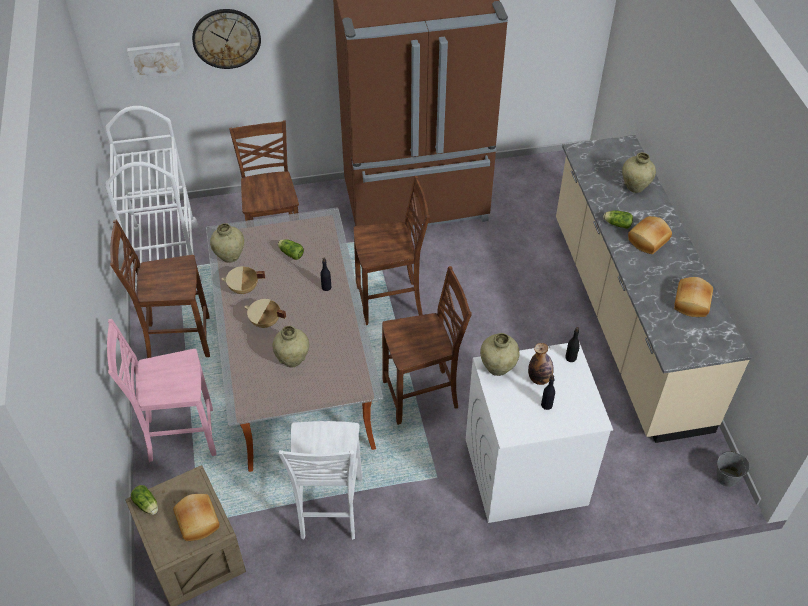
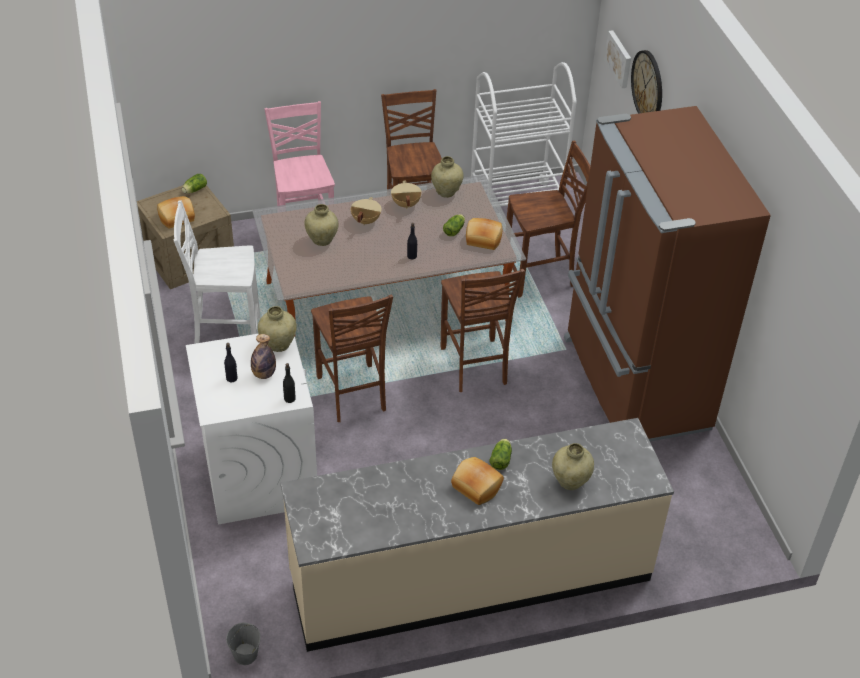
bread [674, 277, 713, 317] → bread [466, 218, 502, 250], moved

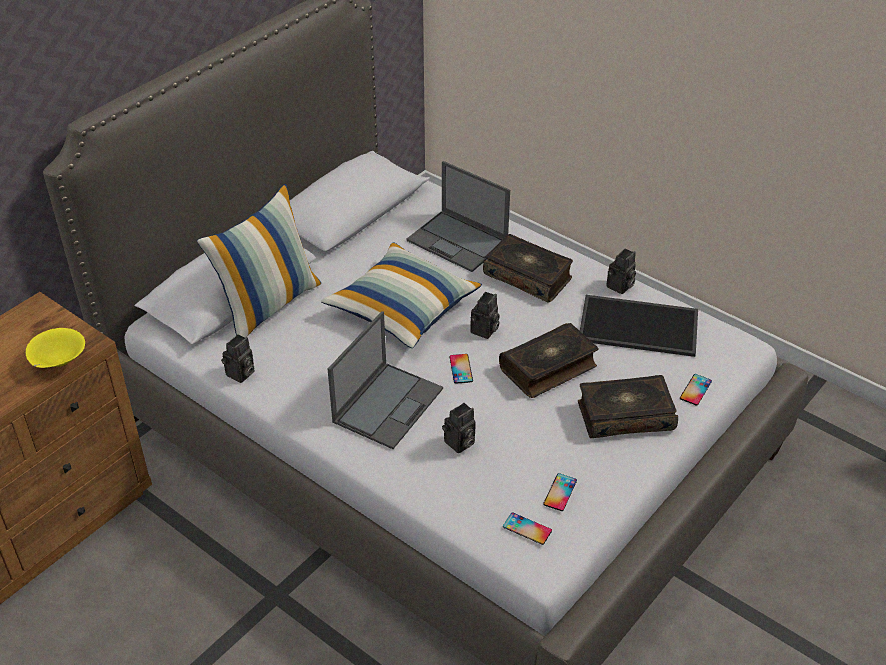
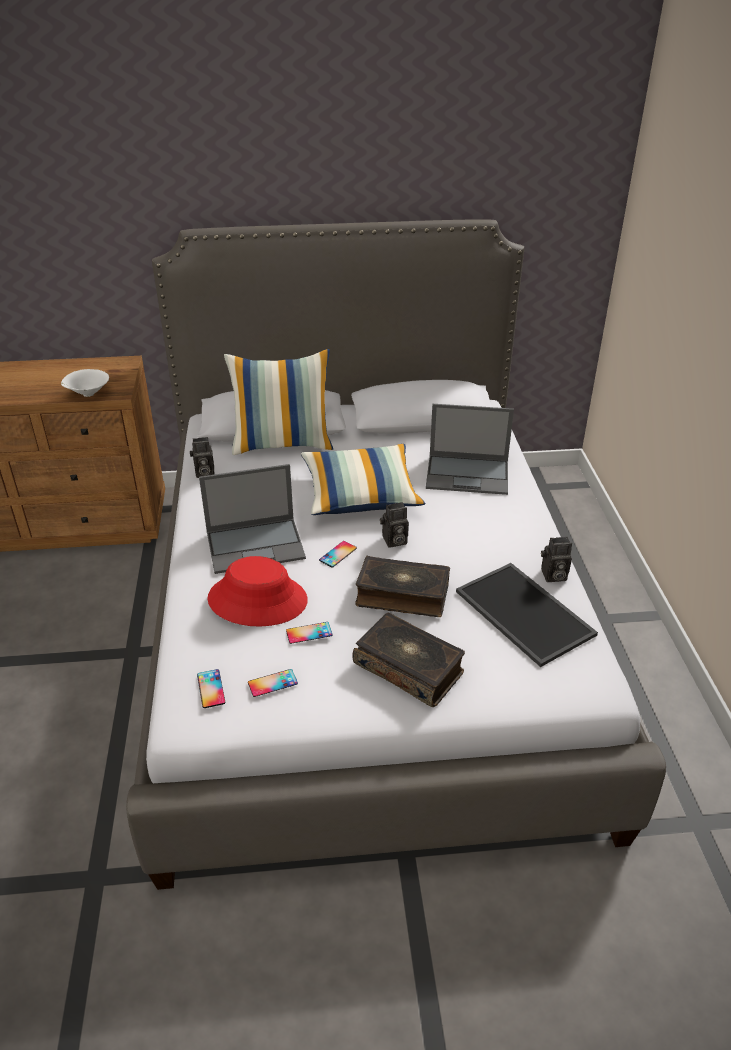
laptop [406, 161, 510, 272] → laptop [426, 404, 514, 495], 75 degrees counterclockwise
book [483, 234, 573, 303] → -
yellow_bowl [26, 328, 85, 368] → white_bowl [61, 369, 109, 397]
phone [680, 374, 712, 406] → phone [286, 622, 332, 644], moved
photo_camera [442, 403, 476, 453] → red_hat [208, 556, 308, 627]

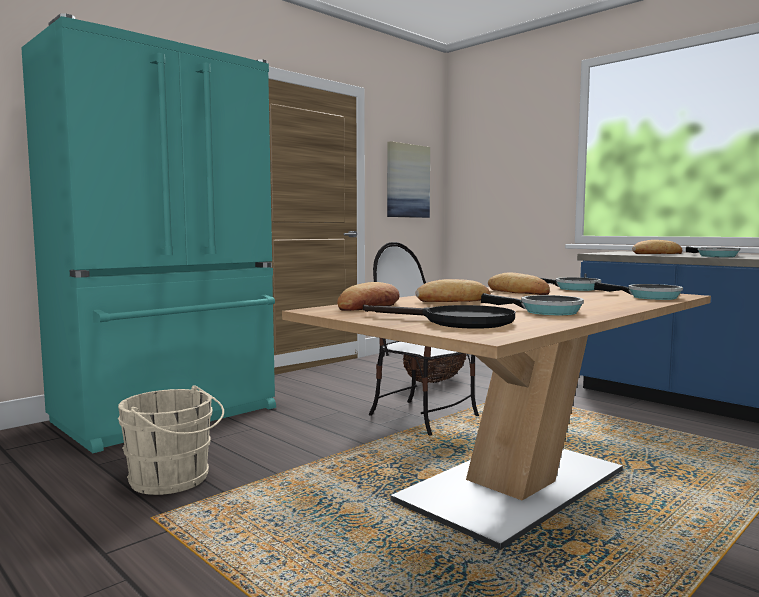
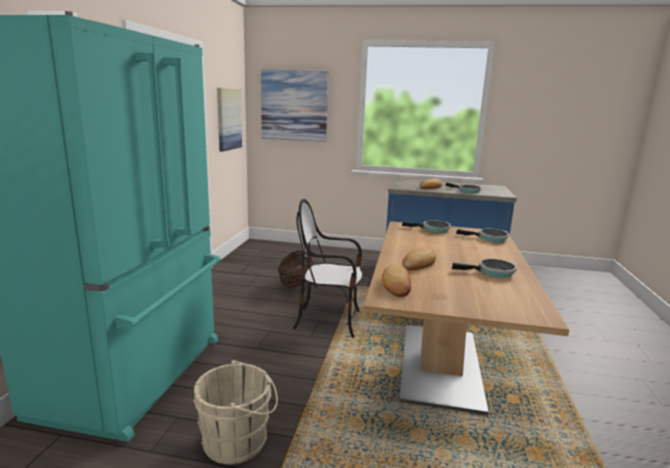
bread [488, 273, 550, 295] → -
black_frying_pan [363, 305, 515, 329] → -
- → picture [261, 69, 328, 142]

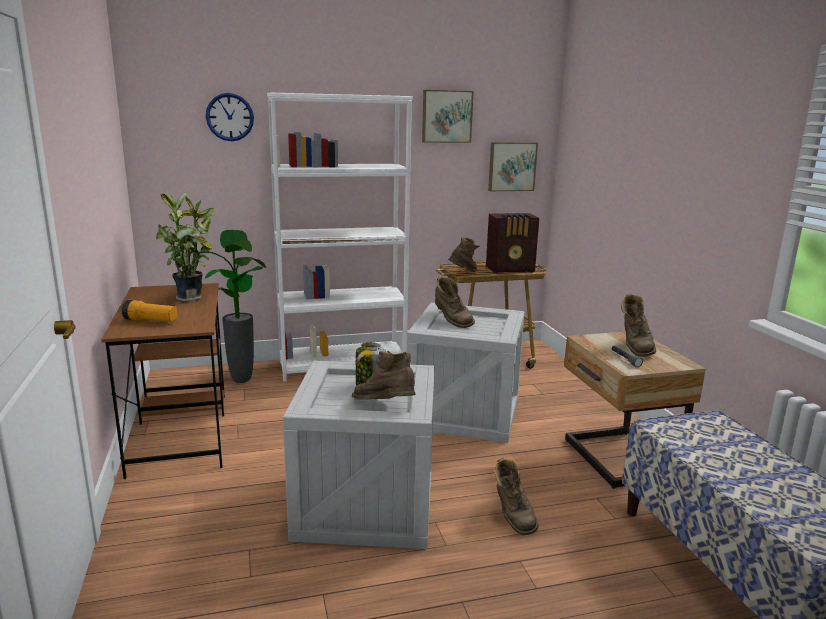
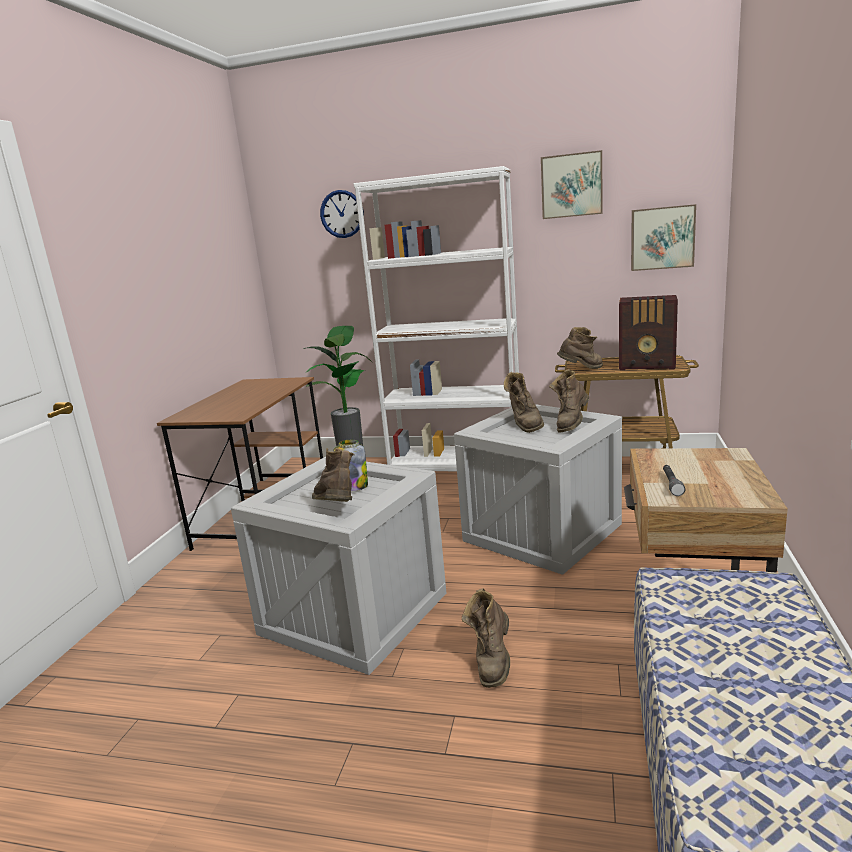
potted_plant [156, 191, 215, 301] → -
brown_boot [621, 294, 656, 357] → brown_boot [549, 369, 589, 433], moved
flashlight [122, 300, 178, 322] → -

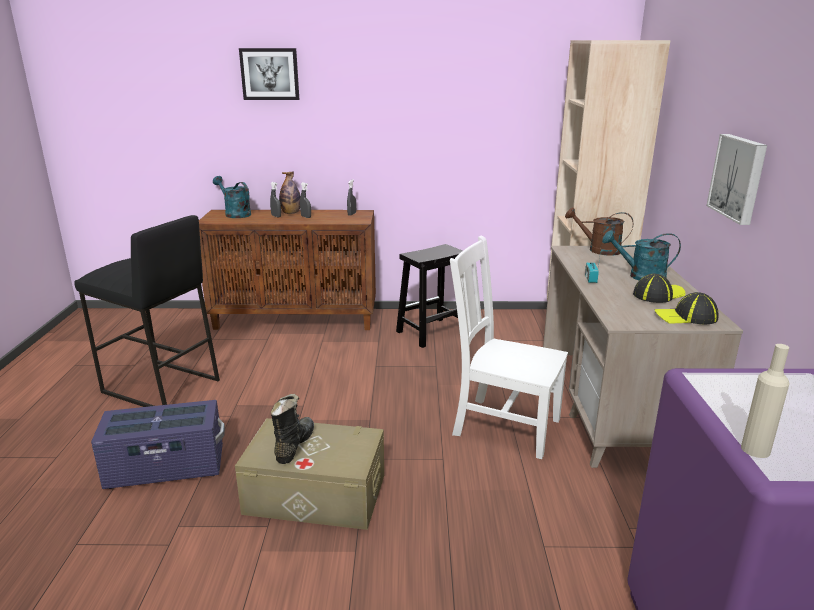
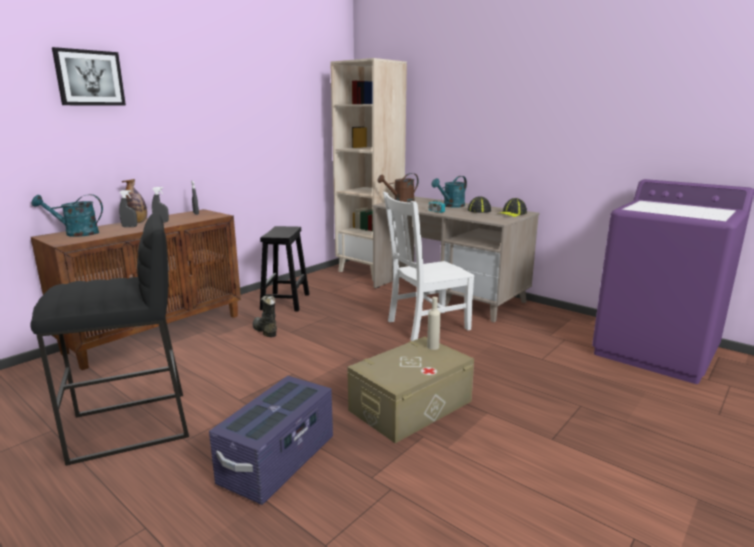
picture [706, 134, 767, 225] → -
beige_bottle [741, 344, 789, 458] → beige_bottle [427, 297, 441, 350], moved
black_boot [271, 394, 314, 464] → black_boot [253, 296, 277, 337], moved

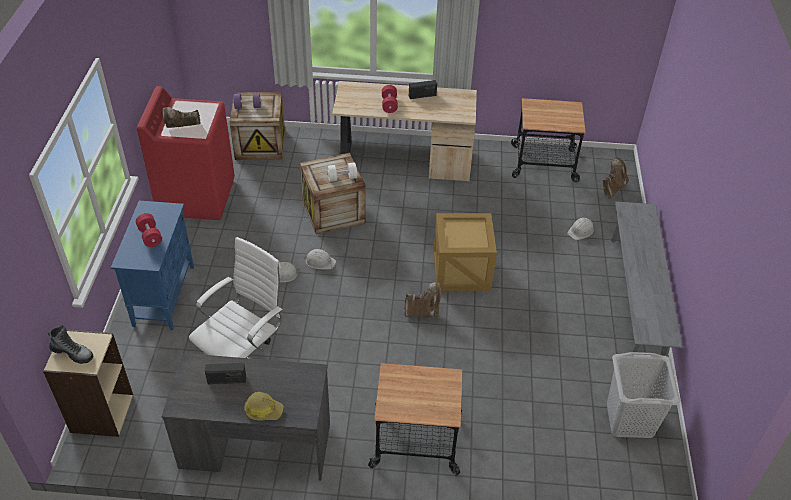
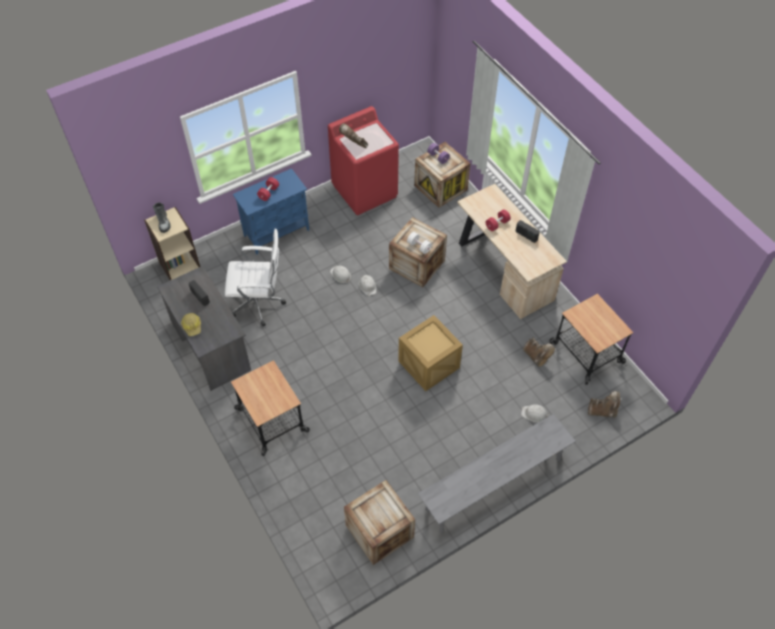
brown_boot [404, 282, 441, 317] → brown_boot [523, 337, 555, 367], moved
grey_laundry_basket [607, 352, 680, 438] → crate [344, 480, 415, 565]

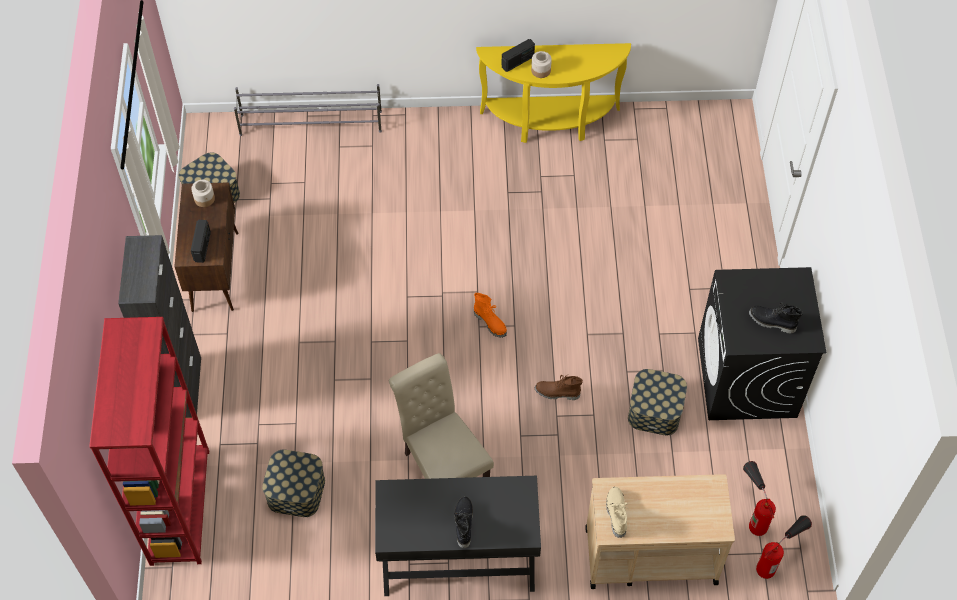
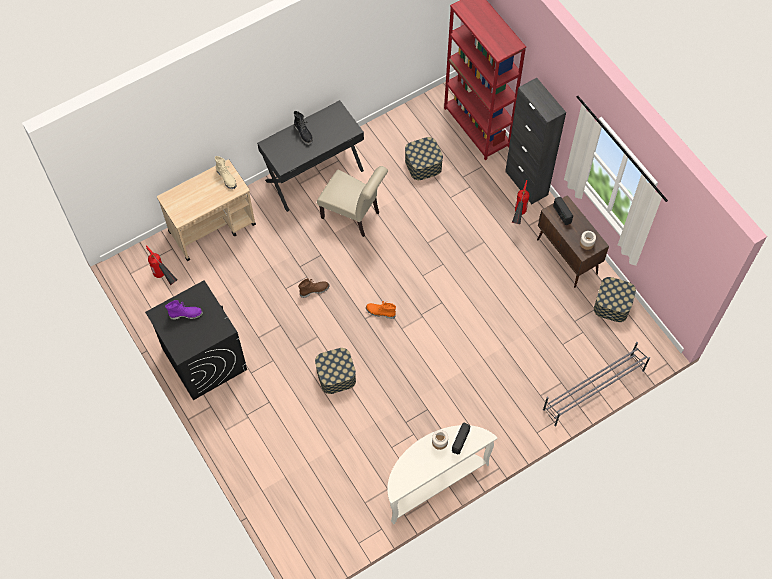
yellow_console_table [476, 43, 631, 143] → white_console_table [387, 425, 498, 525]
black_boot [749, 302, 803, 334] → purple_boot [165, 300, 203, 320]
storage_box [628, 369, 687, 435] → storage_box [315, 348, 356, 394], moved
fire_extinguisher [756, 515, 812, 579] → fire_extinguisher [512, 180, 529, 225], moved

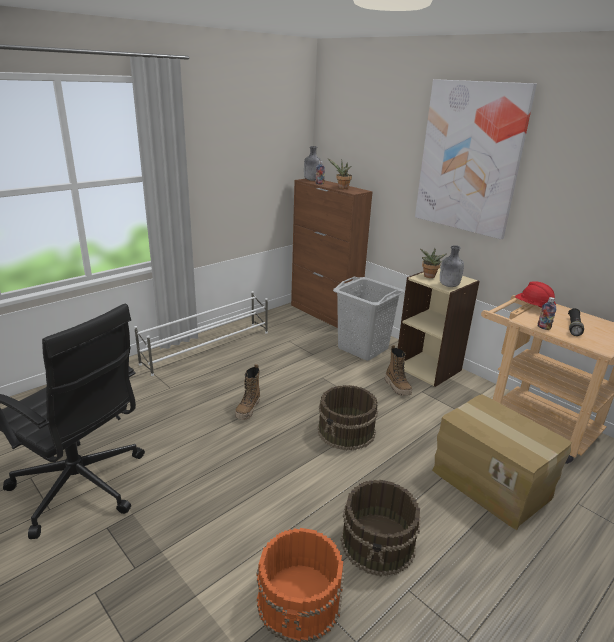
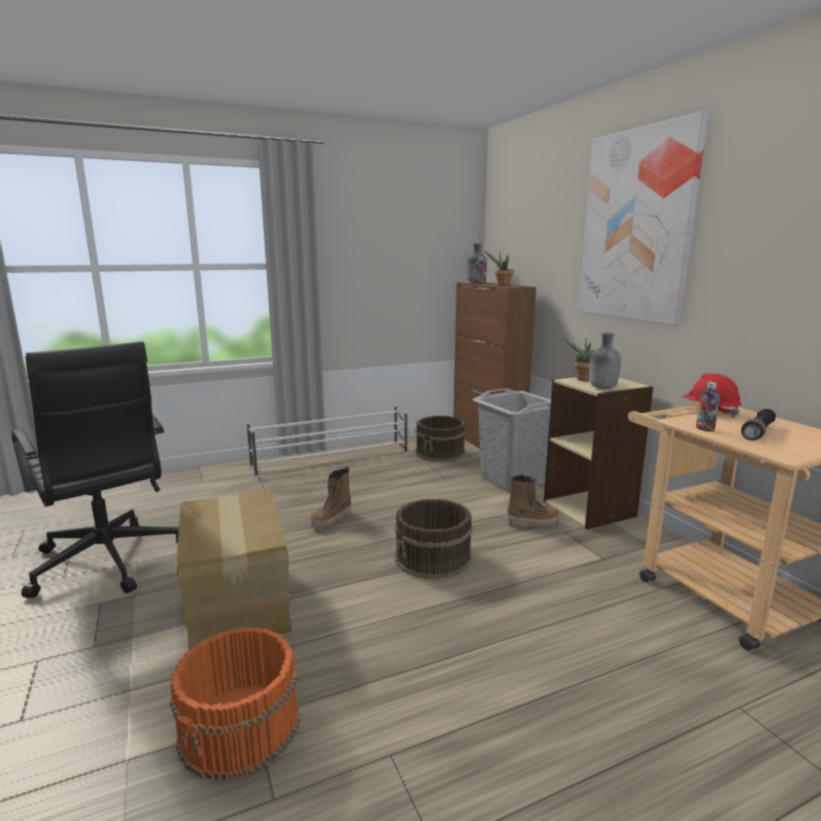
boot [385, 345, 412, 396] → boot [507, 475, 559, 528], 90 degrees counterclockwise
cardboard_box [432, 394, 572, 530] → cardboard_box [177, 490, 292, 650], moved
brown_bucket [341, 480, 421, 577] → brown_bucket [415, 416, 466, 462], moved

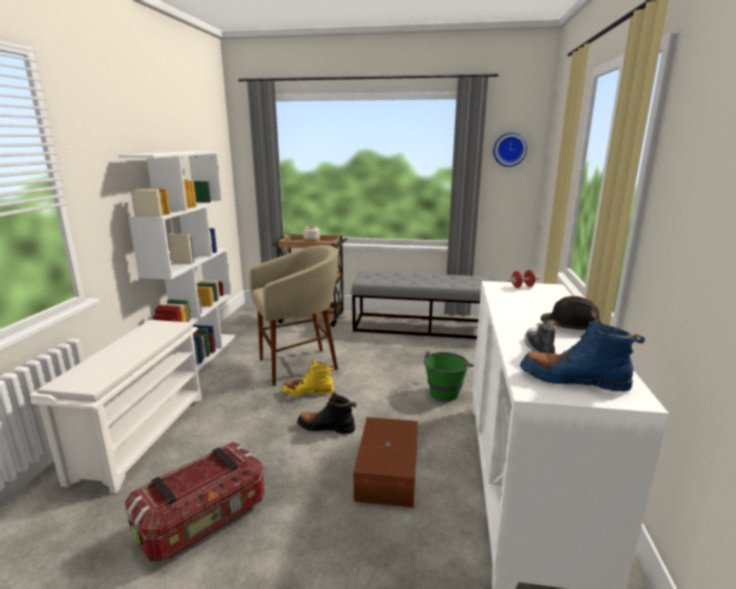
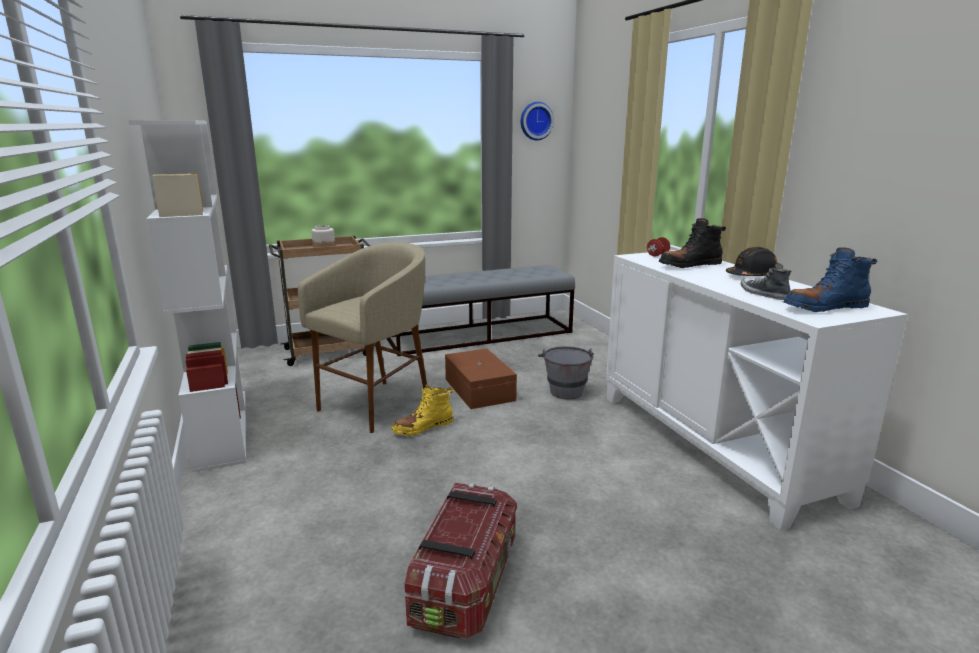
white_shoe_rack [30, 320, 202, 494] → -
green_bucket [424, 351, 474, 401] → grey_bucket [538, 346, 594, 400]
black_boot [297, 392, 357, 434] → black_boot [659, 218, 726, 268], moved
brown_storage_box [353, 417, 418, 507] → brown_storage_box [445, 348, 517, 409], moved

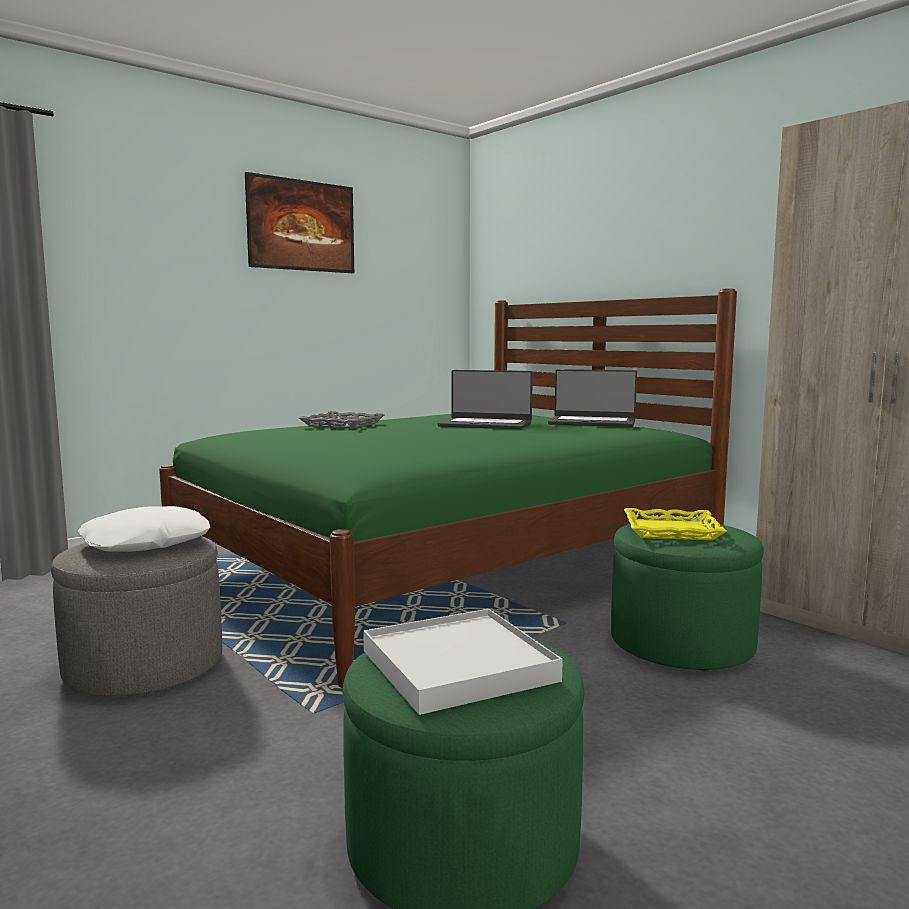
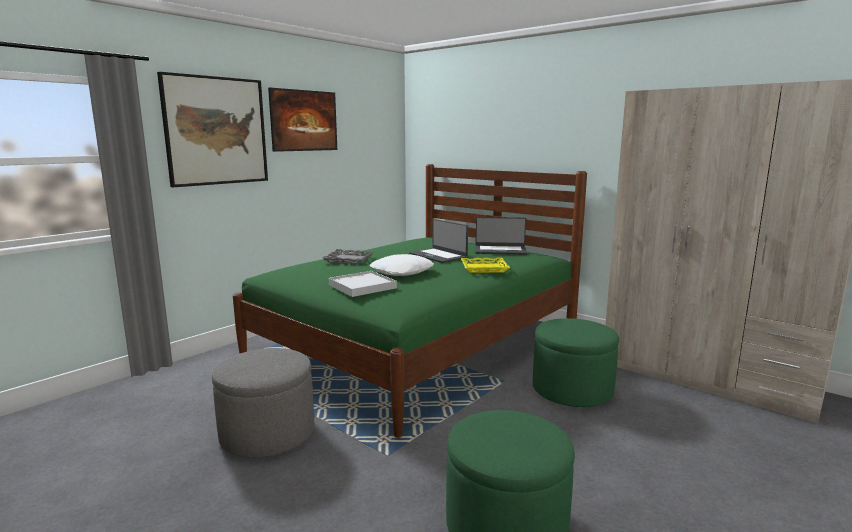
laptop [437, 370, 533, 429] → laptop [409, 219, 468, 263], 45 degrees clockwise
white_pillow [78, 506, 210, 552] → white_pillow [370, 254, 434, 276], moved
yellow_tray [624, 508, 727, 540] → yellow_tray [461, 258, 511, 273], moved
white_tray [363, 609, 563, 715] → white_tray [329, 271, 397, 297], moved
- → picture [157, 72, 268, 187]

